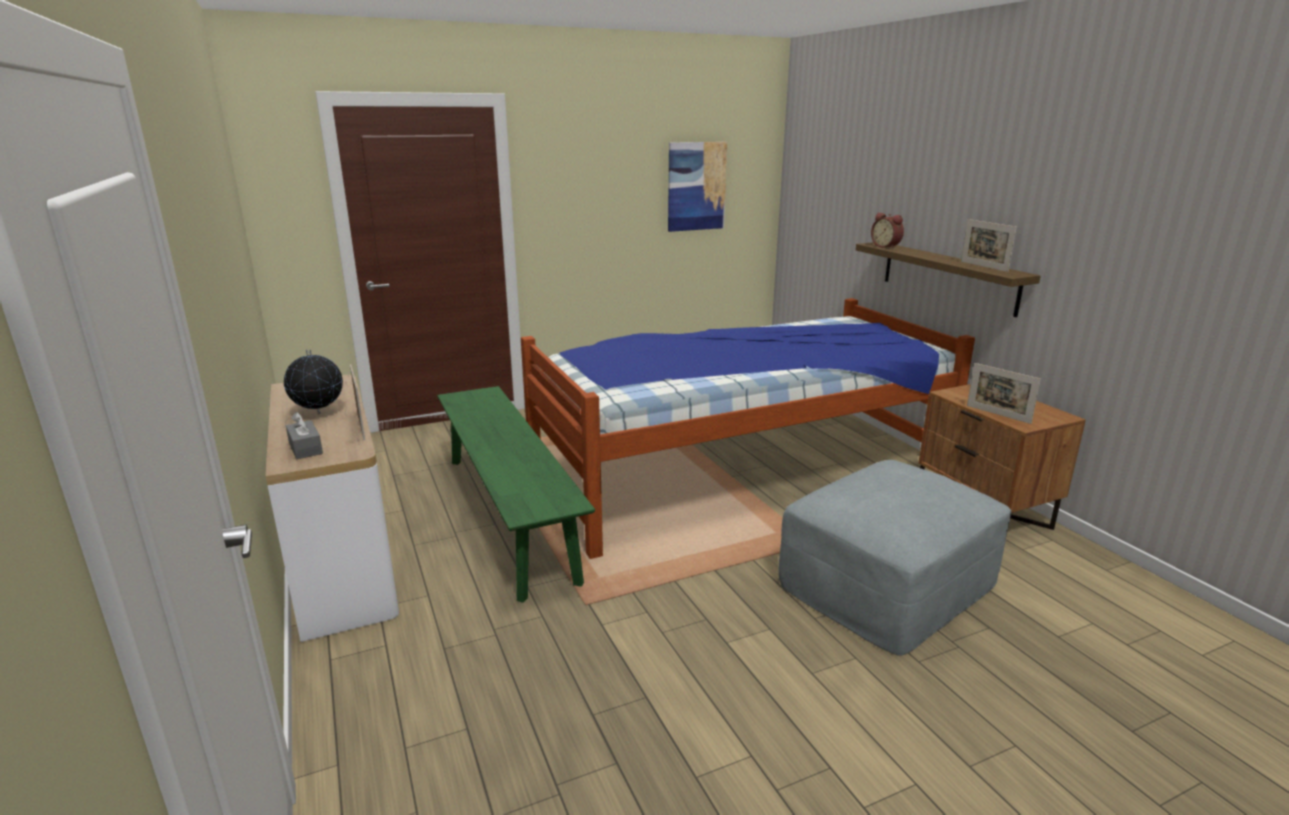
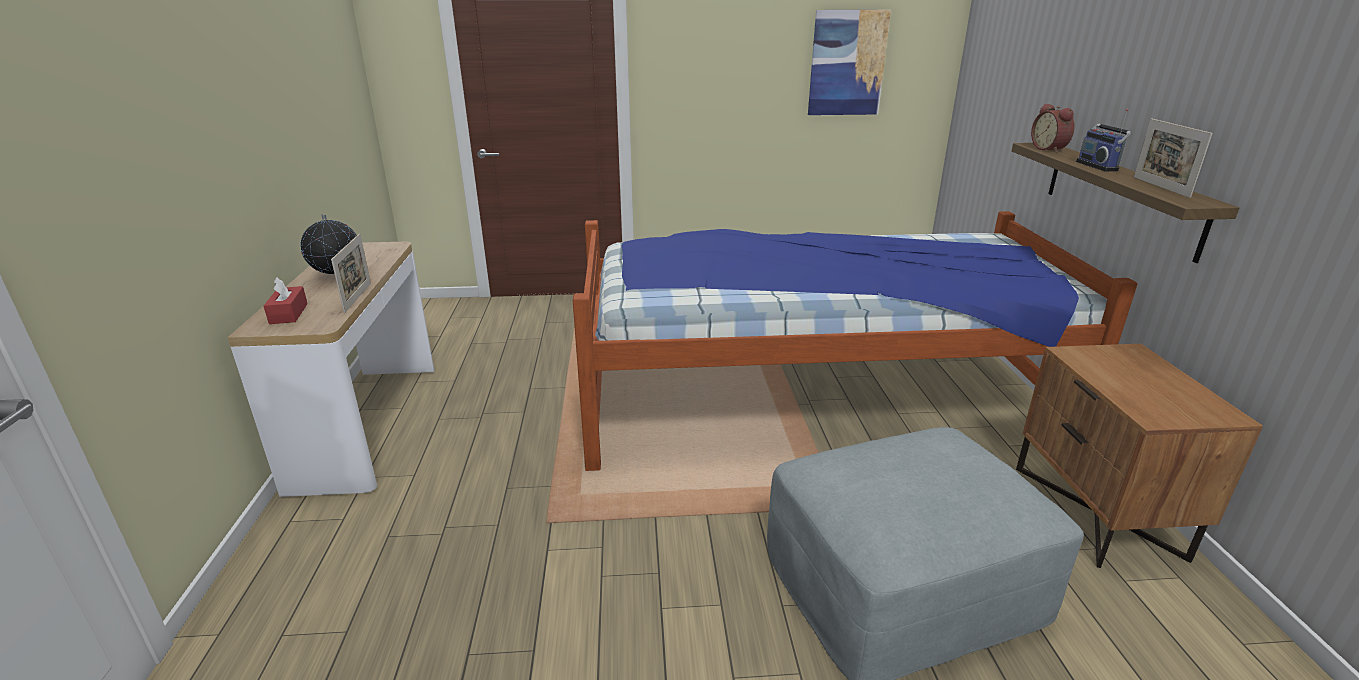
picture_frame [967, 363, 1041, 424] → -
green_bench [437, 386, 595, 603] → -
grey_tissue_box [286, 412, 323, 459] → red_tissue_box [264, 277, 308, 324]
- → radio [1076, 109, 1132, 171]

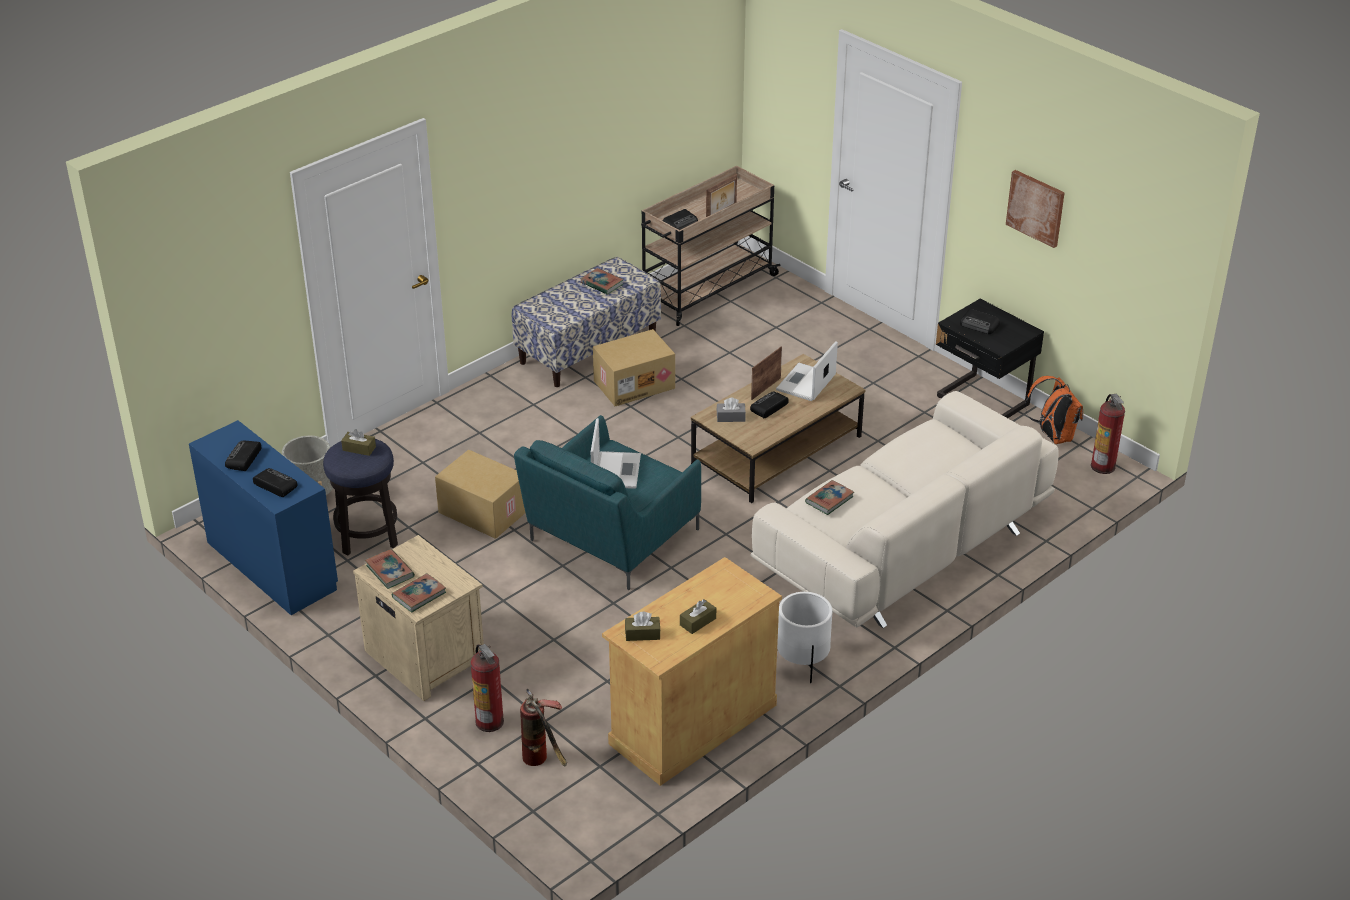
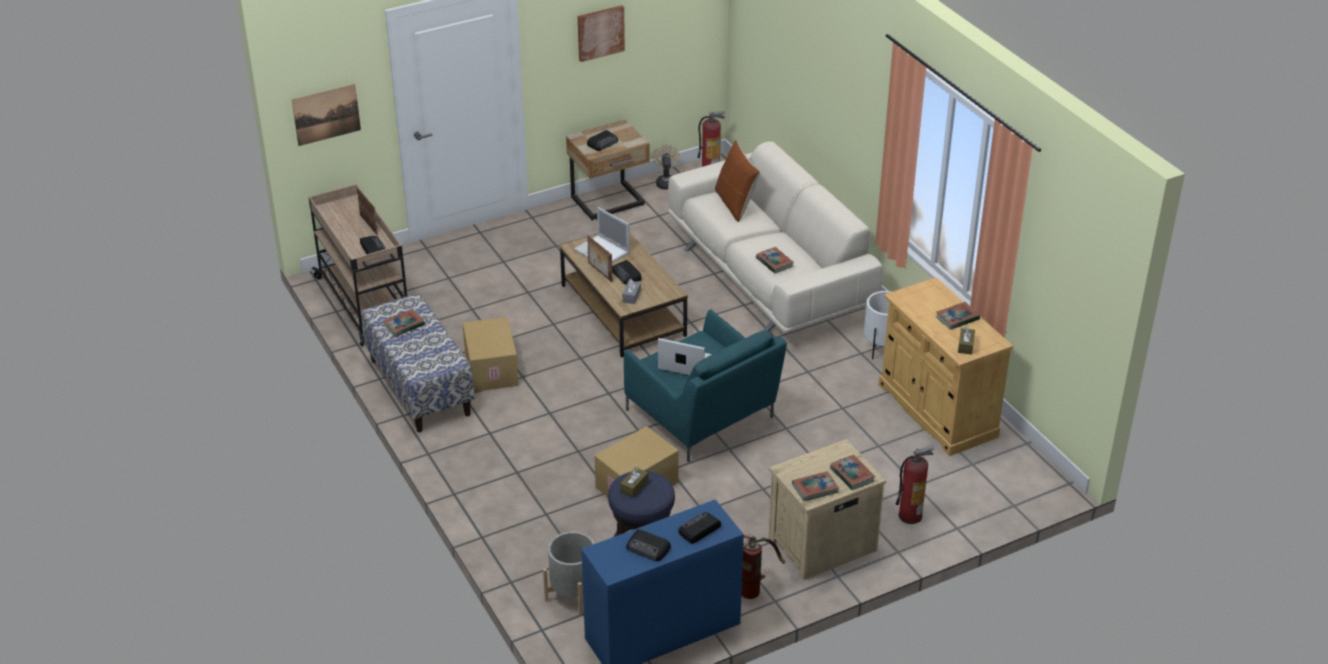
black_nightstand [936, 299, 1044, 418] → beige_nightstand [566, 120, 649, 220]
orange_backpack [1025, 376, 1083, 444] → beige_fan [652, 144, 680, 190]
brown_tissue_box [680, 599, 716, 634] → book [936, 302, 980, 330]
fire_extinguisher [520, 689, 567, 767] → fire_extinguisher [741, 535, 785, 599], moved
- → picture [291, 84, 361, 146]
- → brown_pillow [715, 140, 760, 222]

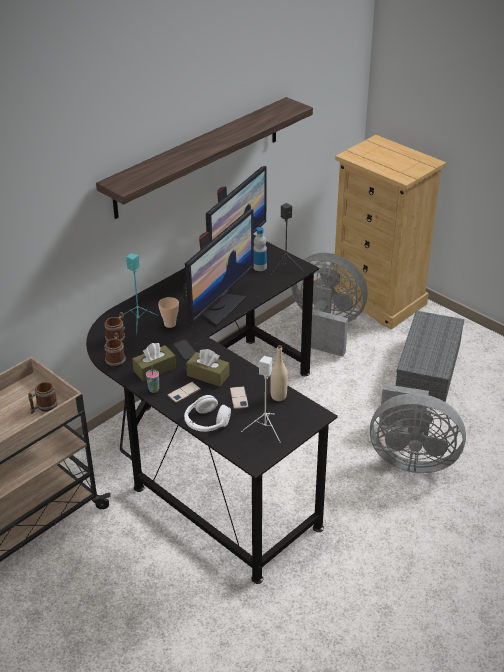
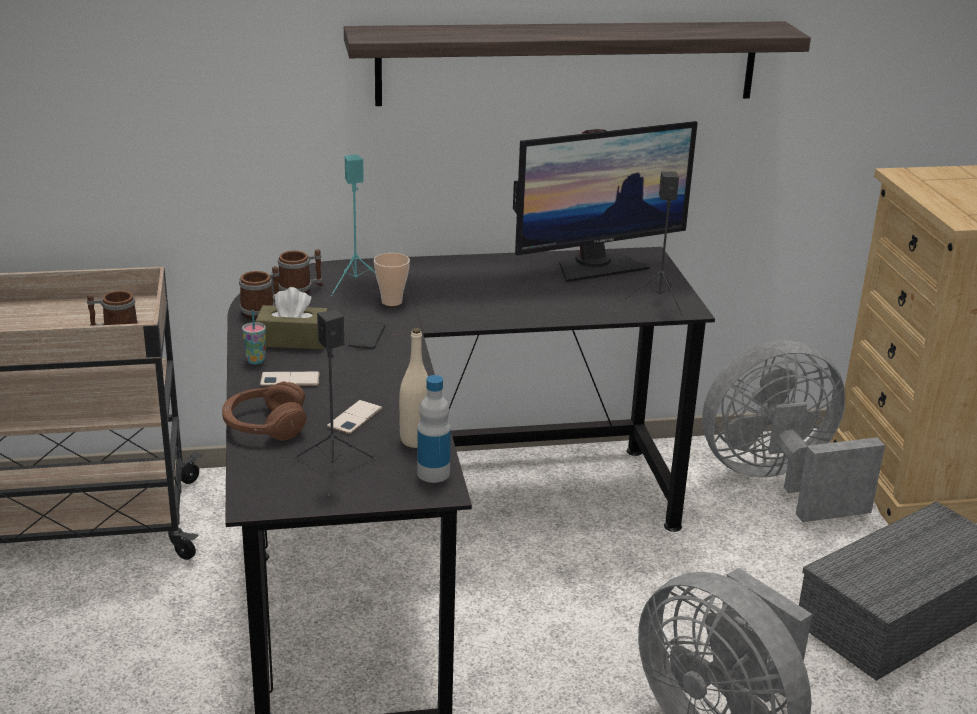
monitor [183, 209, 254, 326] → -
bottle [253, 227, 267, 271] → bottle [417, 375, 451, 483], moved
grey_fan [291, 253, 368, 357] → grey_fan [702, 340, 885, 522], 75 degrees counterclockwise
brown_tissue_box [186, 349, 230, 387] → -
white_speaker [241, 356, 281, 443] → black_speaker [294, 310, 376, 497]
white_headphones [184, 395, 231, 432] → brown_headphones [222, 381, 306, 441]

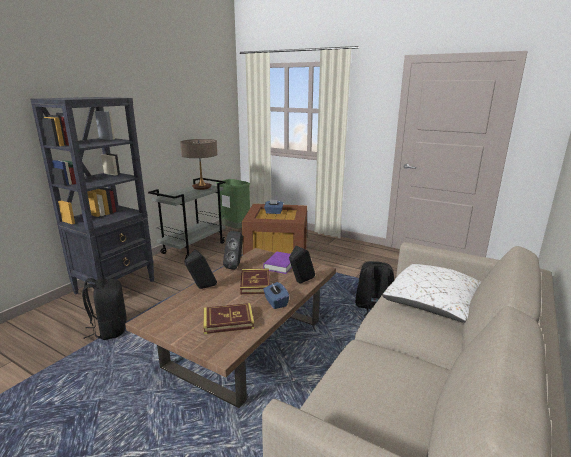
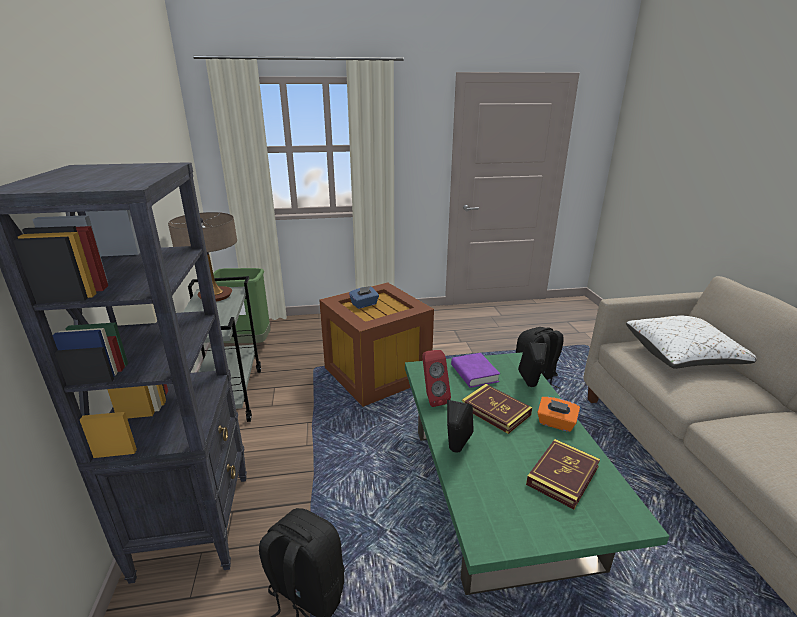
black_speaker [223, 231, 243, 270] → red_speaker [422, 350, 451, 407]
brown_coffee_table [125, 248, 336, 408] → green_coffee_table [405, 352, 669, 595]
blue_tissue_box [263, 282, 289, 309] → orange_tissue_box [537, 397, 580, 432]

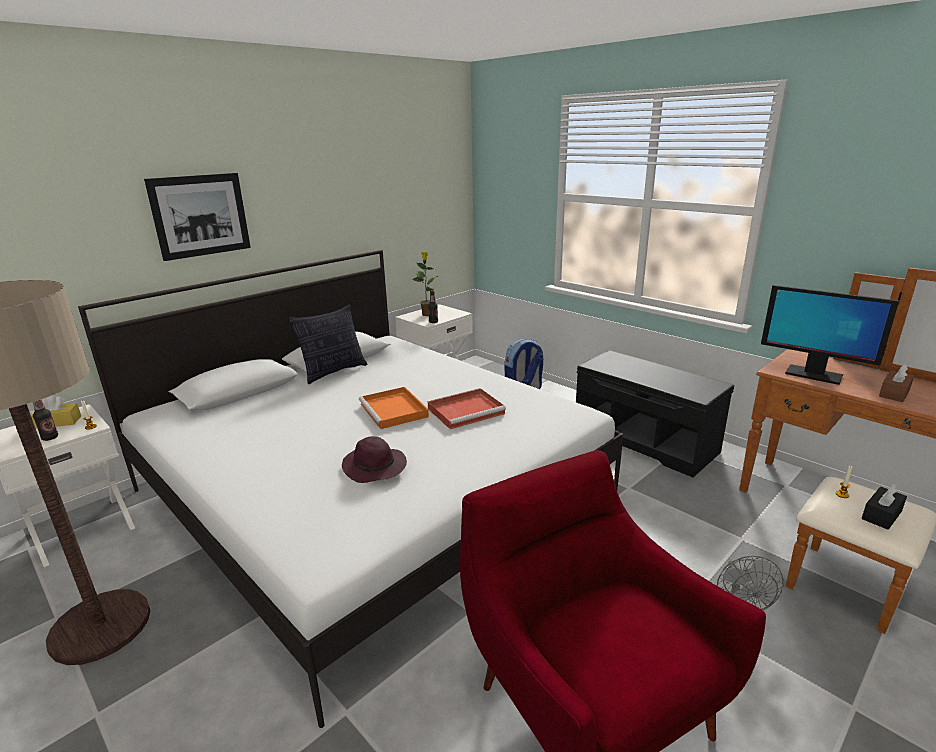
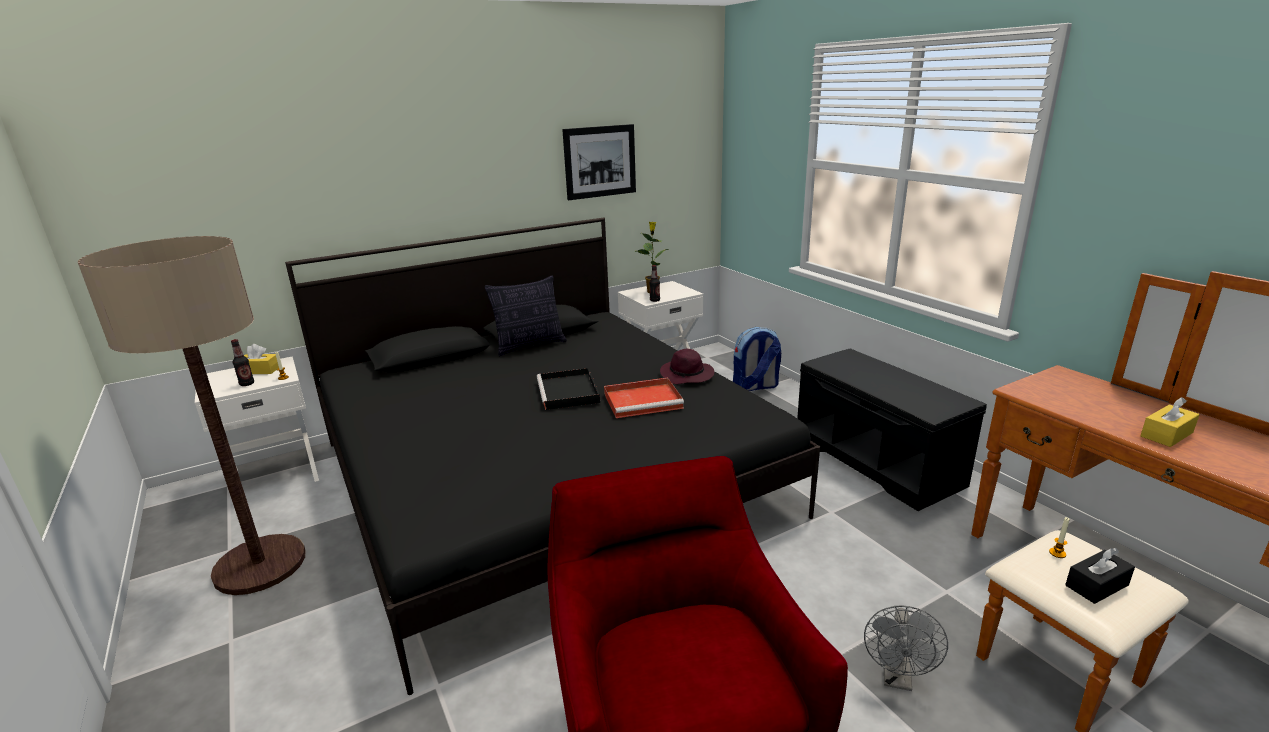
picture [144, 173, 251, 261] → picture [562, 124, 636, 200], moved
white_bed [78, 250, 623, 728] → black_bed [285, 217, 820, 695]
monitor [761, 285, 899, 385] → -
brown_tissue_box [879, 364, 914, 402] → yellow_tissue_box [1140, 397, 1200, 447]
orange_tray [359, 387, 429, 429] → black_tray [537, 368, 600, 410]
purple_hat [342, 436, 407, 483] → purple_hat [660, 349, 714, 384], moved

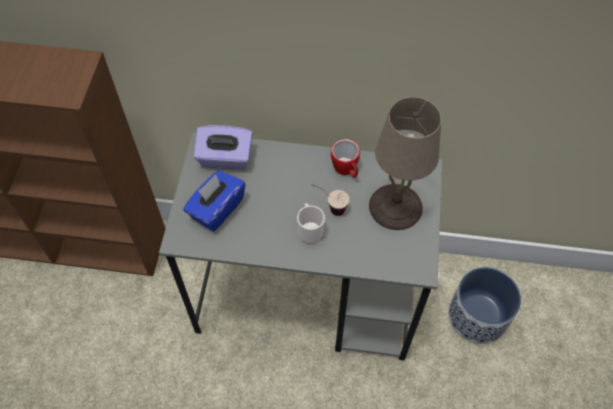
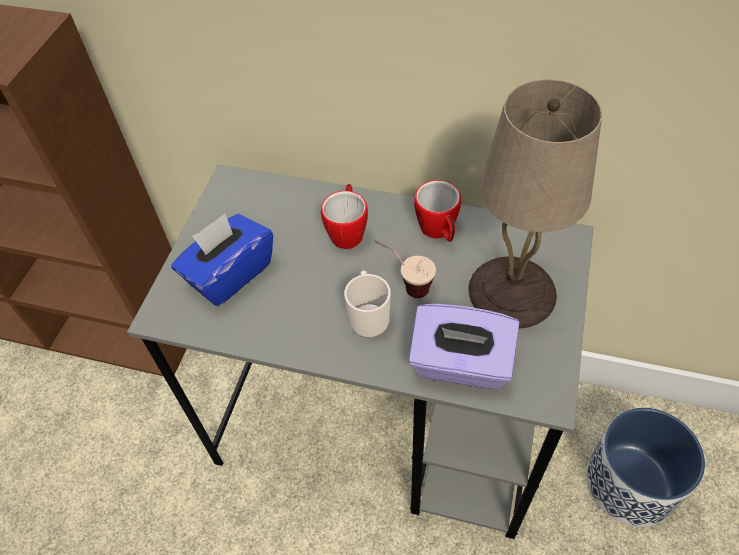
purple_tissue_box [194, 125, 253, 170] → purple_tissue_box [408, 304, 519, 389], moved
- → mug [321, 184, 368, 249]

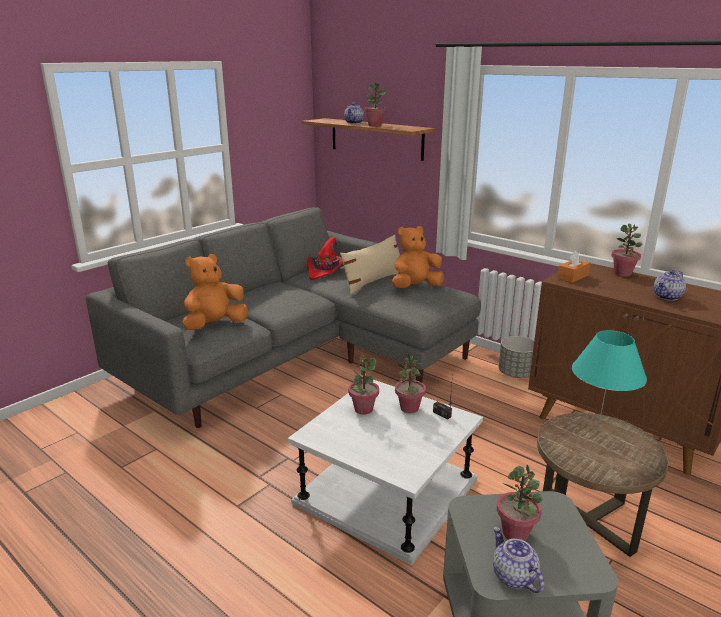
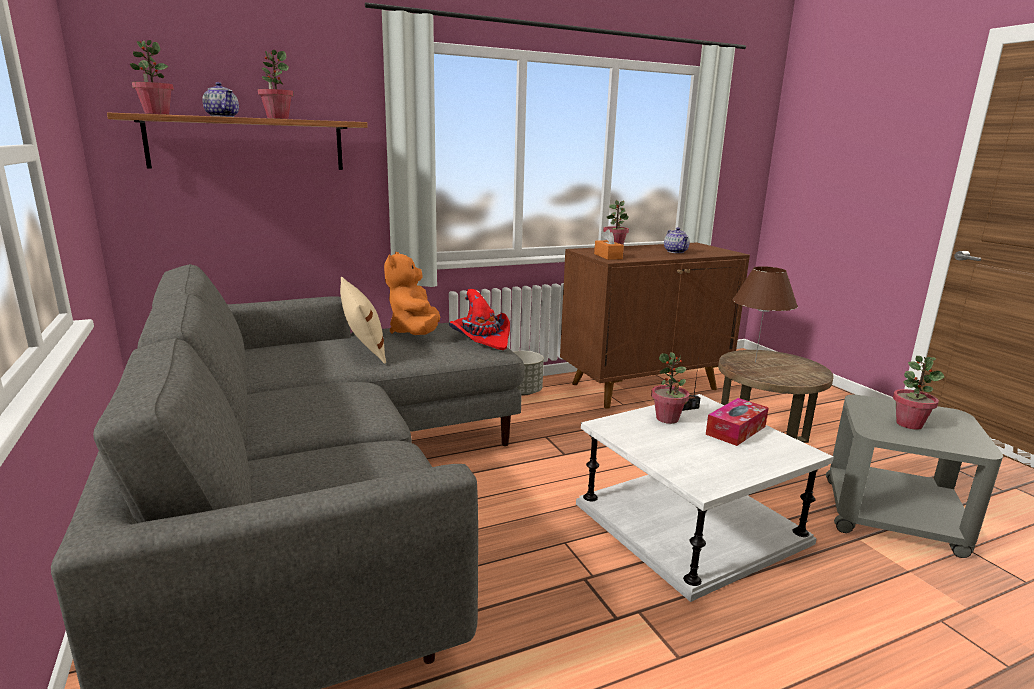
red_hat [307, 237, 344, 280] → red_hat [449, 289, 510, 350], moved
orange_plush_toy [182, 254, 248, 330] → -
turquoise_table_lamp [572, 330, 647, 433] → brown_table_lamp [732, 266, 798, 362]
potted_plant [348, 355, 379, 415] → potted_plant [130, 40, 174, 115], moved
teapot [493, 527, 544, 593] → -
- → tissue_box [706, 398, 769, 446]

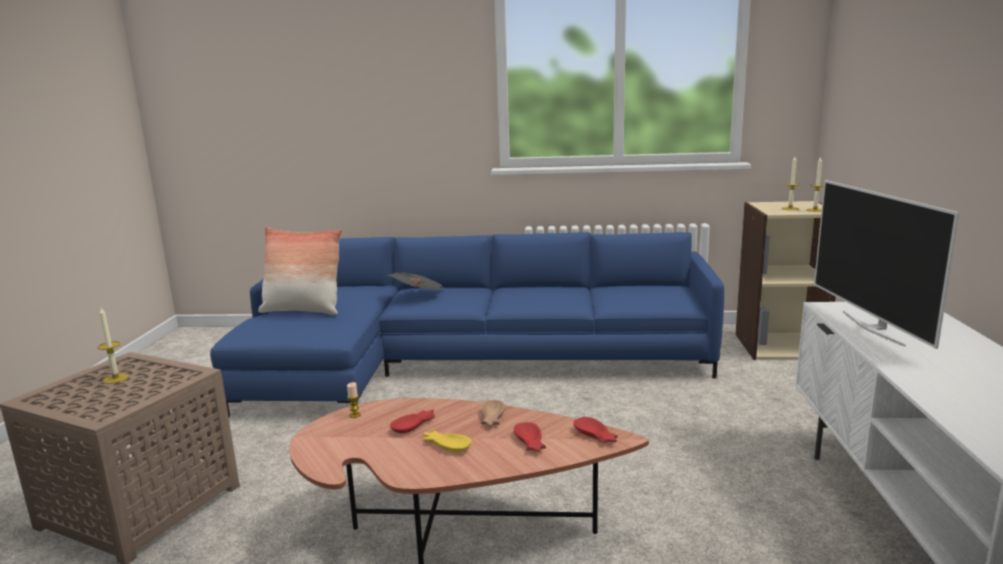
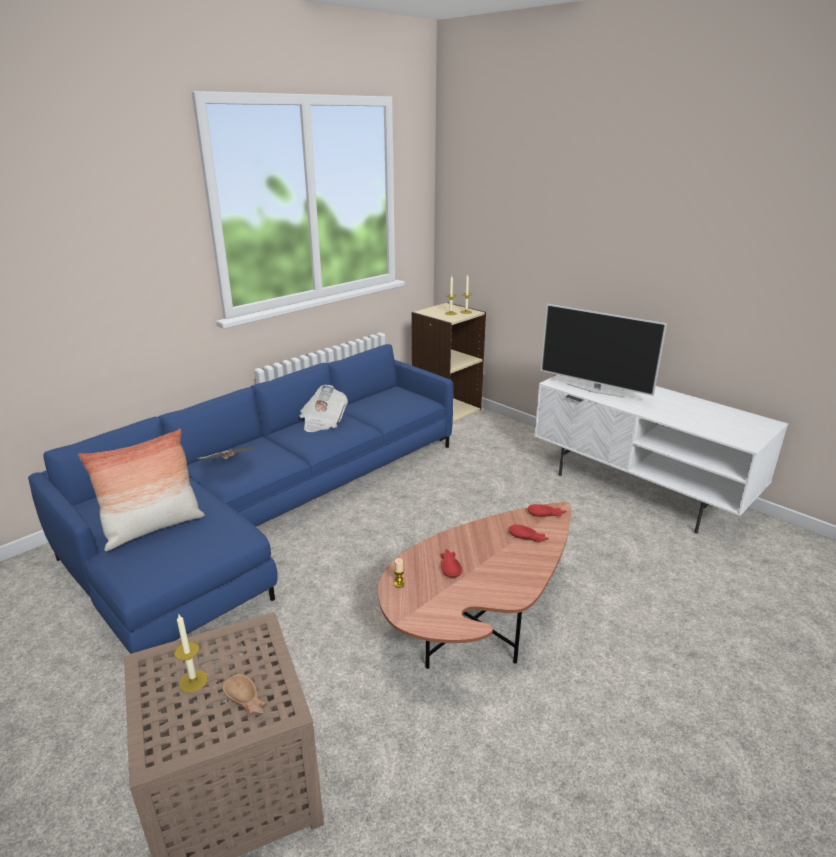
brown_bowl [480, 400, 505, 426] → brown_bowl [223, 674, 267, 717], moved
yellow_bowl [423, 430, 472, 453] → -
- → newspaper [300, 385, 348, 432]

